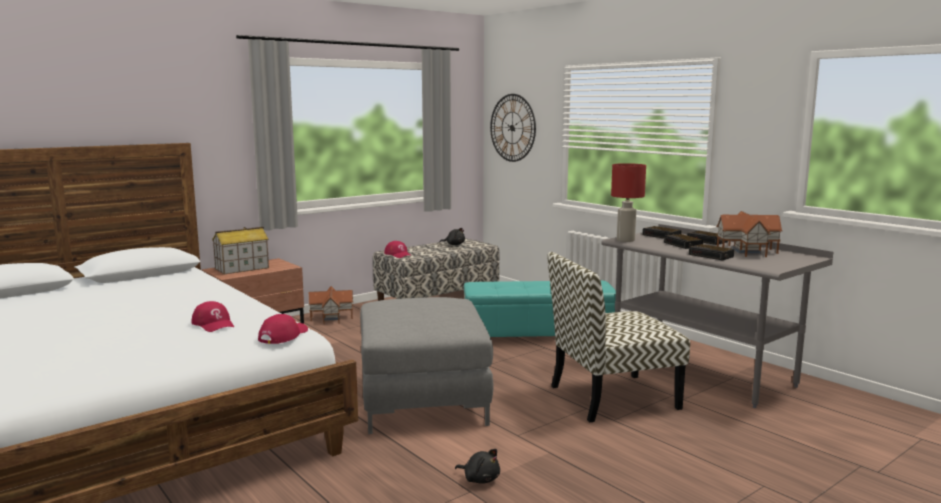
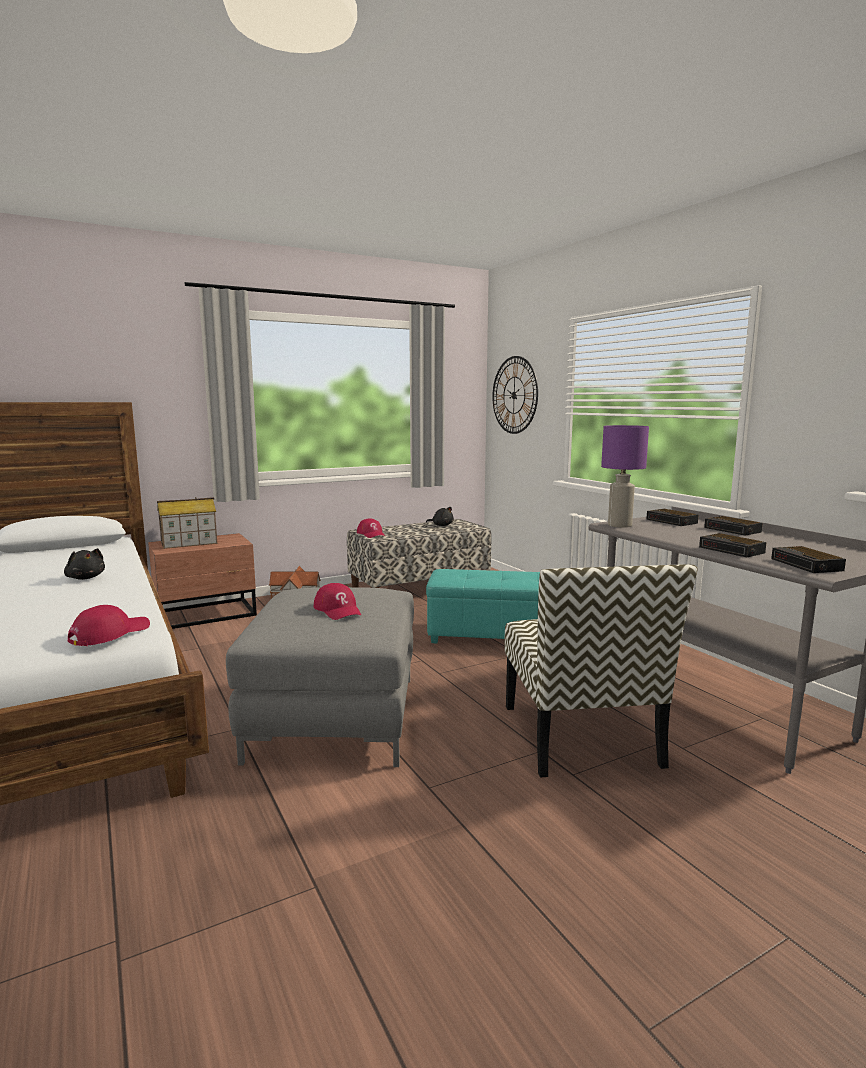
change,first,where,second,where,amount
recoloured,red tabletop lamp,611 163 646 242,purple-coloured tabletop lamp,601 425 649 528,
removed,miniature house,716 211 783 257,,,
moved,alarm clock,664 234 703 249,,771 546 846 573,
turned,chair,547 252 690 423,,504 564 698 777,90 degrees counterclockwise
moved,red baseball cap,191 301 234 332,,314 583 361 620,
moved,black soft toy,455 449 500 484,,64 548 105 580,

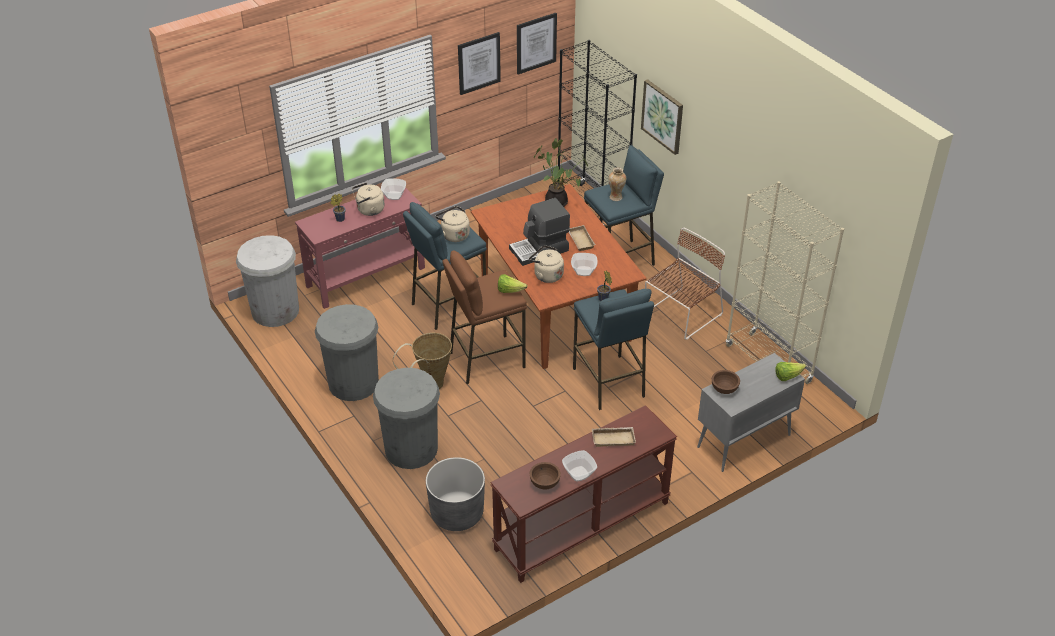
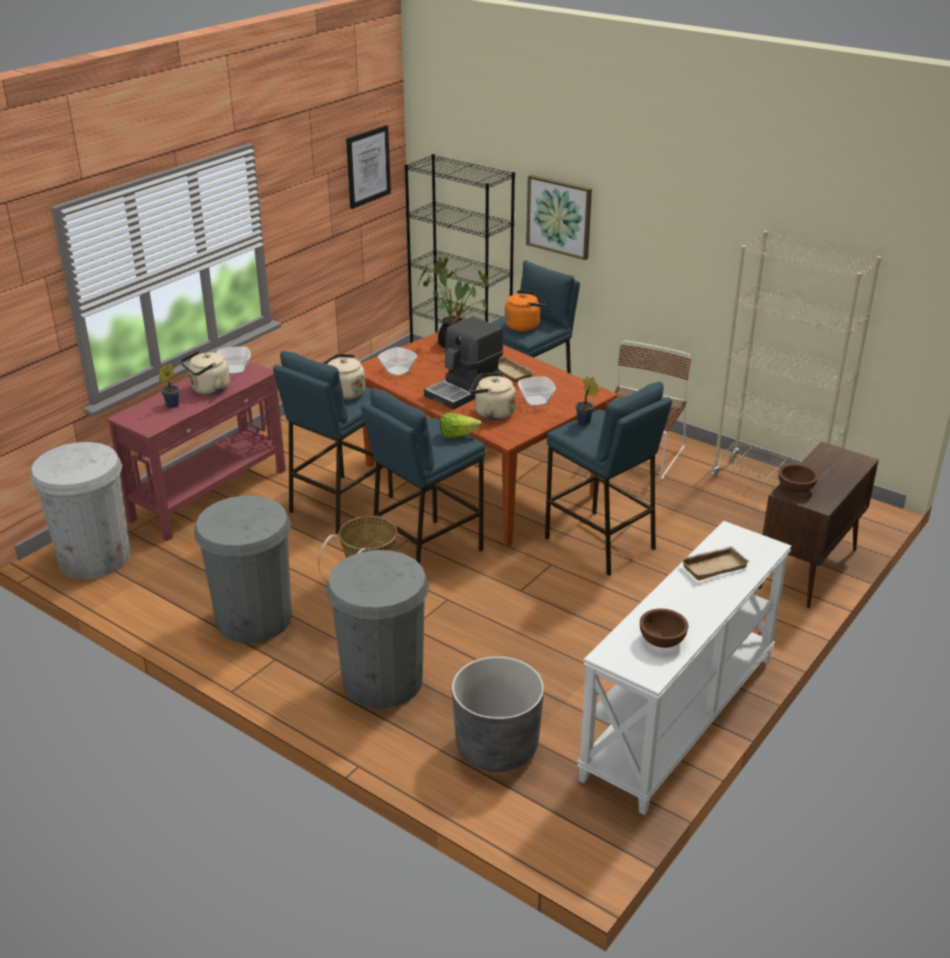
change,first,where,second,where,amount
removed,wall art,458 32 501 95,,,
replaced,vase,609 167 626 201,orangey water kettle,505 290 546 332,
recoloured,brownish stool seat,442 250 527 384,blue-coloured stool seat,361 389 486 564,
recoloured,grey cabinet,697 353 805 472,brownish cabinet,759 442 879 608,
removed,lettuce,775 362 806 381,,,
recoloured,brownish hall table,490 405 677 583,white hall table,577 521 792 815,
moved,bowl,562 450 597 482,,378 347 417 376,

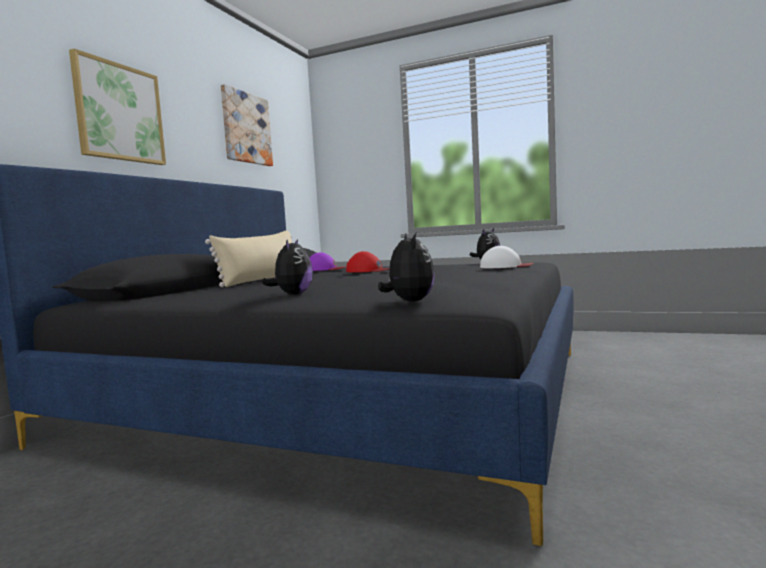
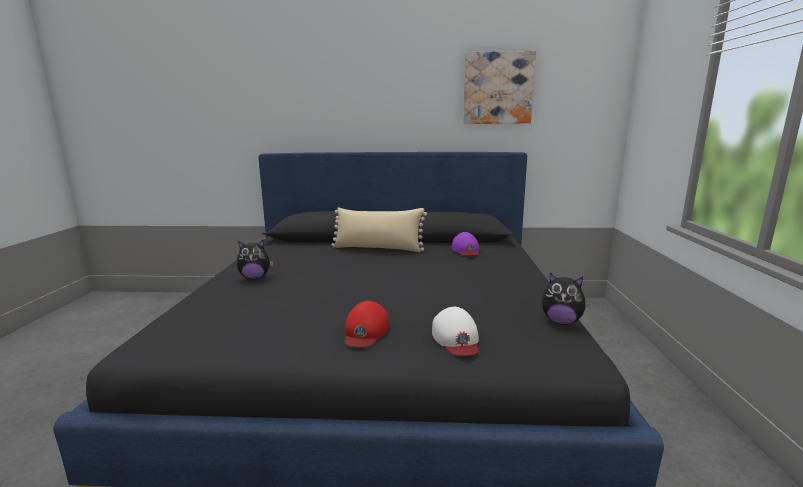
change,first,where,second,where,amount
removed,wall art,69 49 166 165,,,
removed,soft toy,378 233 435 302,,,
moved,red baseball cap,346 251 390 273,,345 301 389 347,

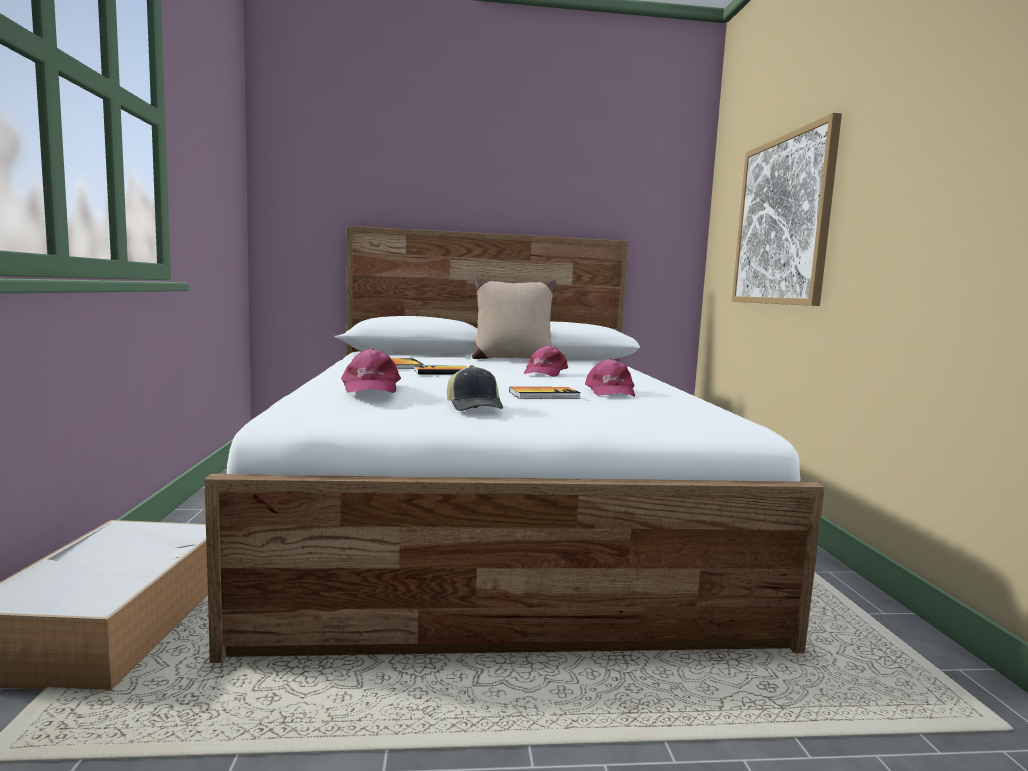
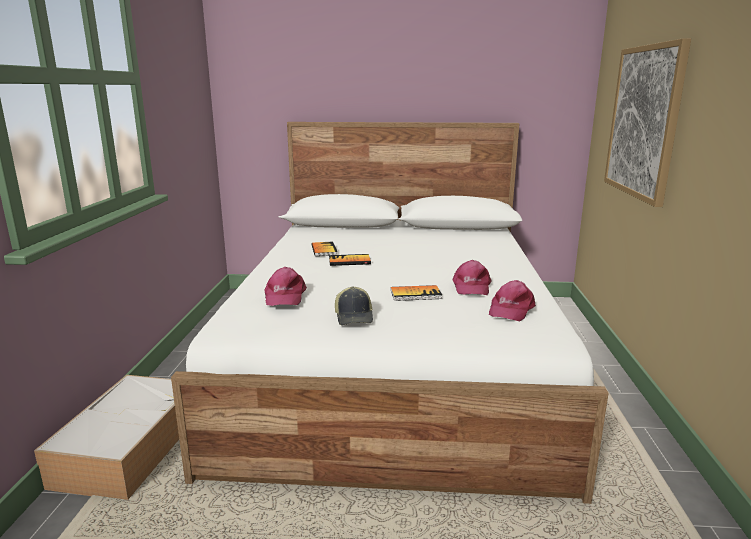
change,first,where,second,where,amount
removed,sand-coloured pillow,472 277 556 359,,,
moved,pink baseball cap,524 345 568 377,,489 280 536 321,

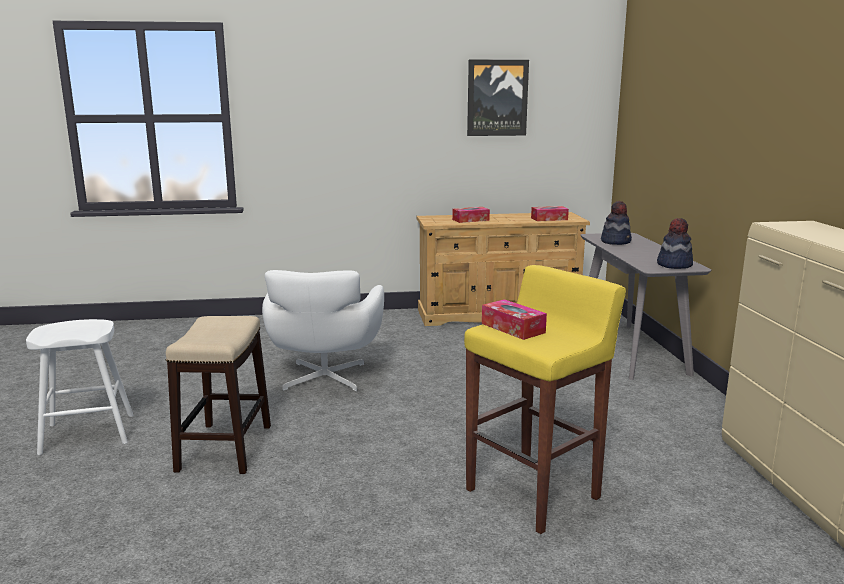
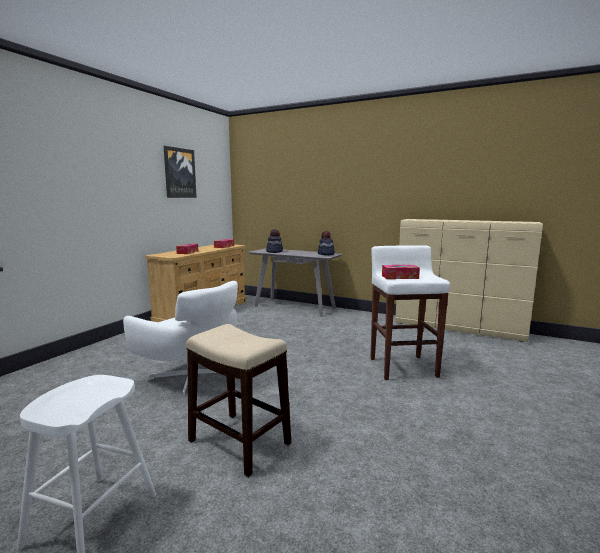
change,first,where,second,where,amount
recoloured,yellow stool seat,464 265 626 534,white stool seat,370 245 450 380,

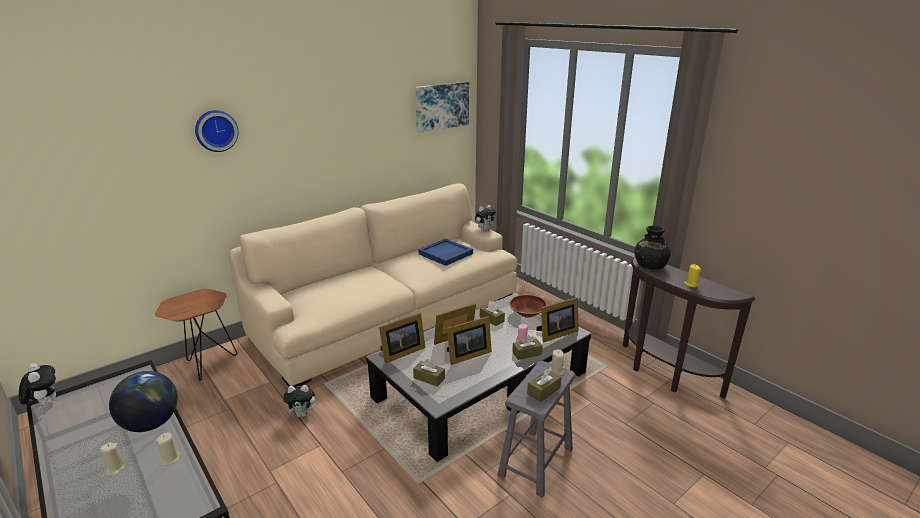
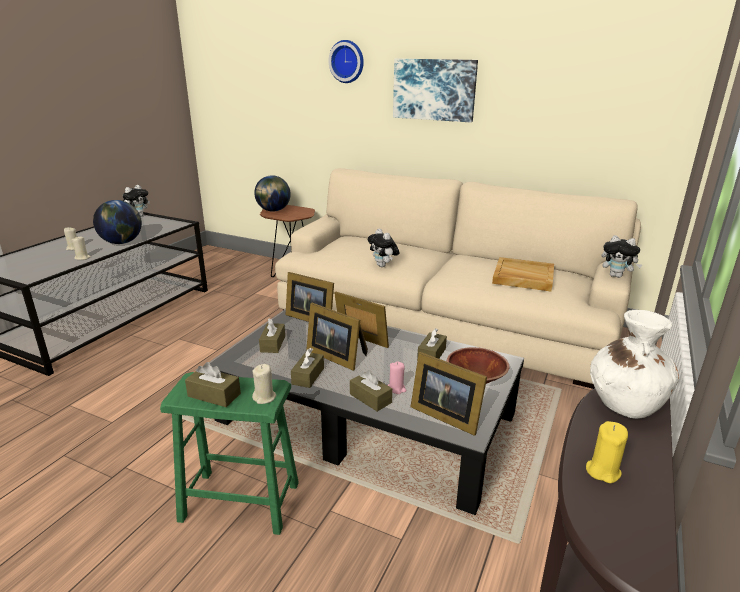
change,first,where,second,where,amount
moved,wall art,415 82 469 133,,393 59 478 123,
recoloured,black vase,634 226 671 270,white vase,590 310 679 419,
recoloured,blue-coloured carrying tray,418 239 473 266,sand-coloured carrying tray,492 257 554 291,
recoloured,grey stool seat,497 361 576 498,green-coloured stool seat,160 372 299 535,
moved,soft toy,283 385 319 417,,368 228 399 267,
added,,,globe,254 175 291 212,
added,,,brownish tissue holder,291 348 324 388,

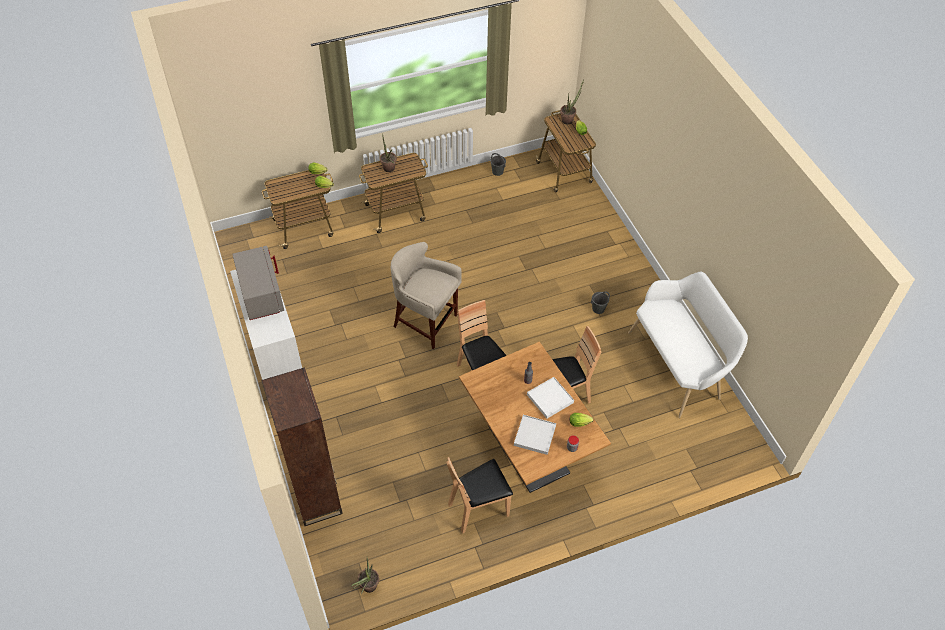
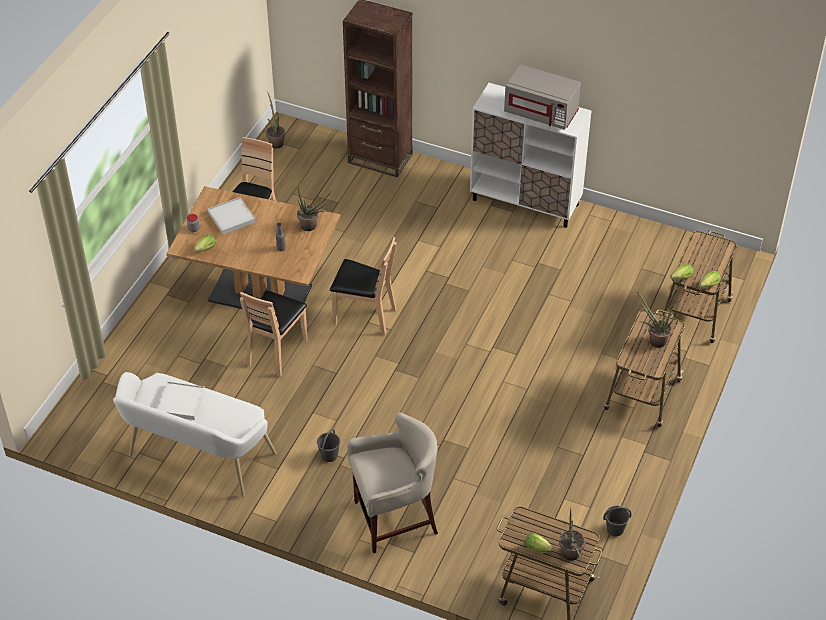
change,first,where,second,where,amount
moved,sand-coloured stool seat,391 242 461 349,,347 412 438 553,
moved,white carrying tray,527 377 574 419,,157 381 205 420,
added,,,plant in a pot,297 188 331 231,

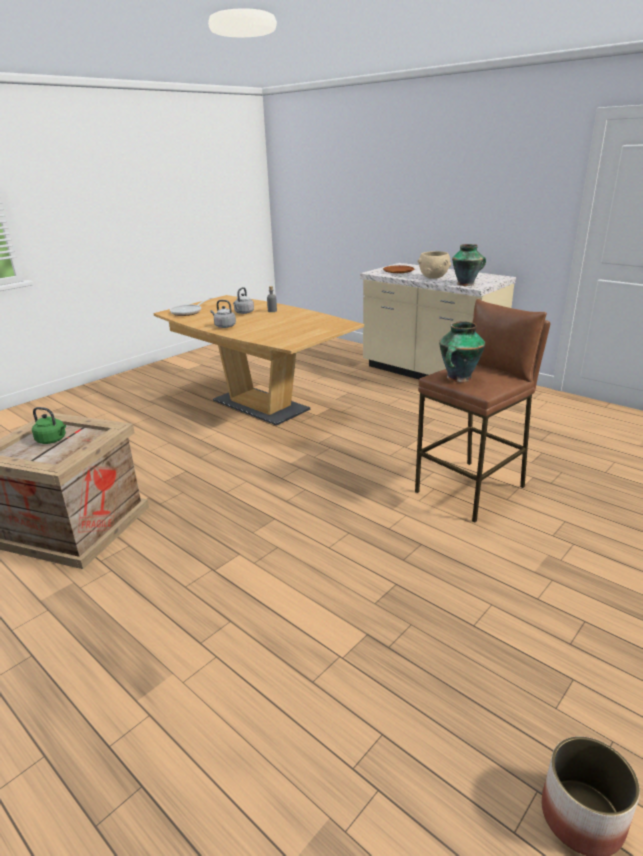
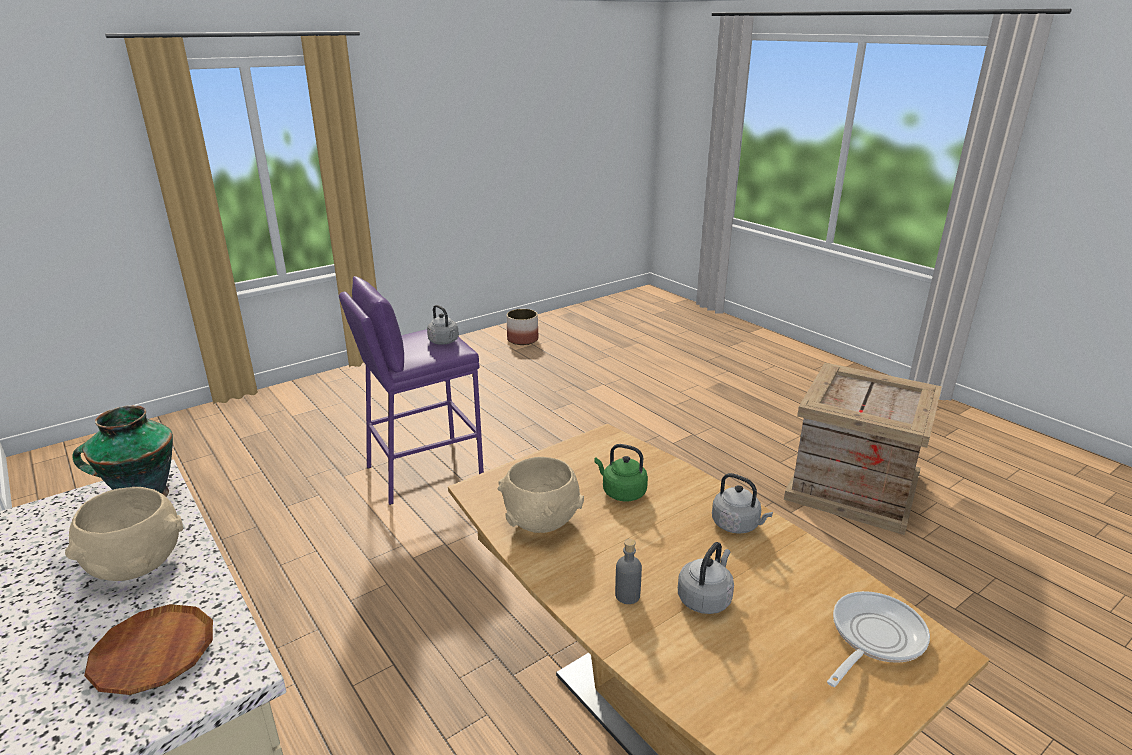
change,first,where,second,where,amount
recoloured,brownish stool seat,415 299 550 523,purple-coloured stool seat,339 276 484 505,
replaced,vase,439 321 485 382,grey water kettle,427 305 459 345,
moved,green-coloured water kettle,32 407 66 444,,594 444 648 501,
added,,,sand-coloured bowl,497 457 584 533,

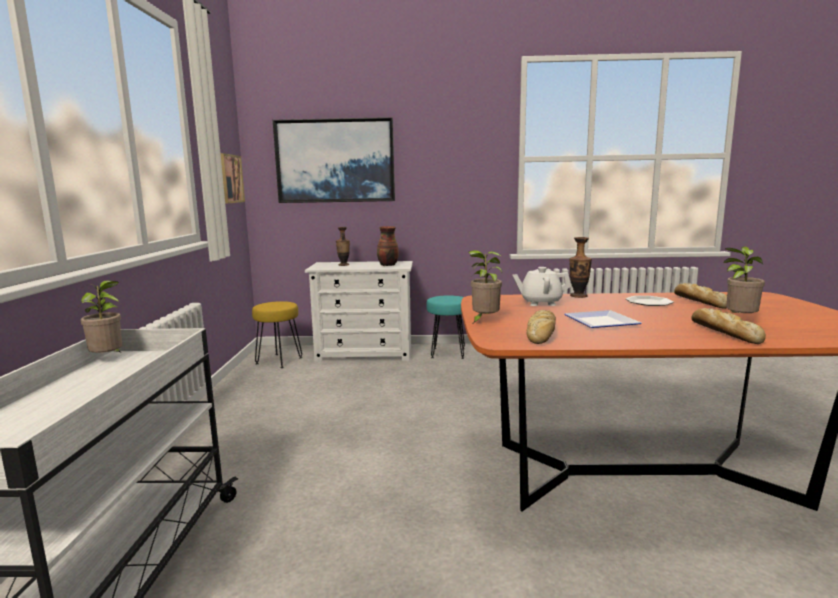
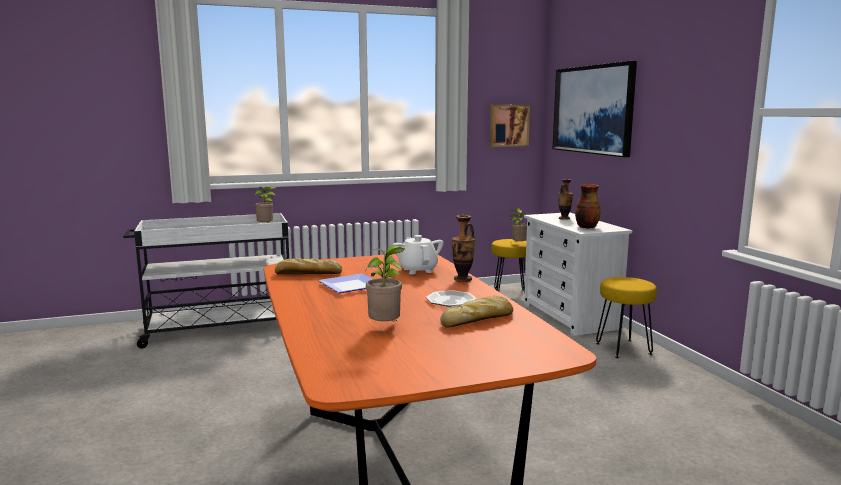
change,first,where,second,where,amount
moved,plant in a pot,468 250 502 324,,510 208 527 241,
recoloured,turquoise-coloured stool seat,426 295 465 359,yellow stool seat,596 277 657 358,
removed,bread,691 308 766 344,,,

